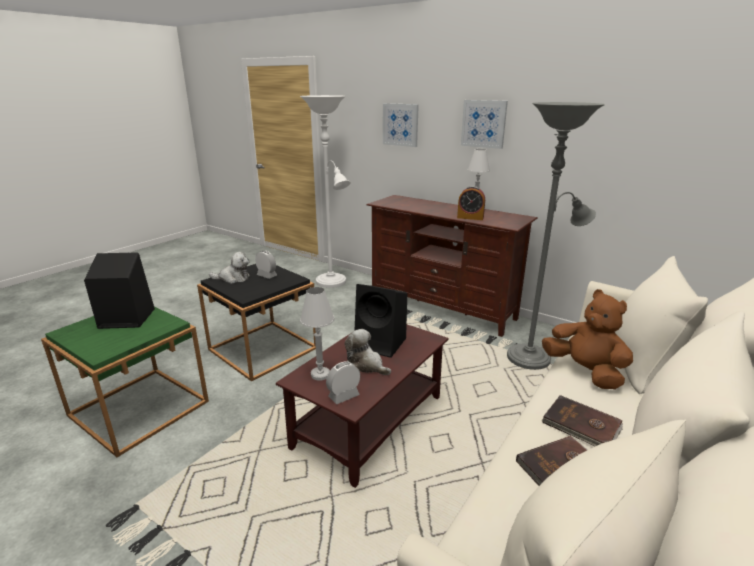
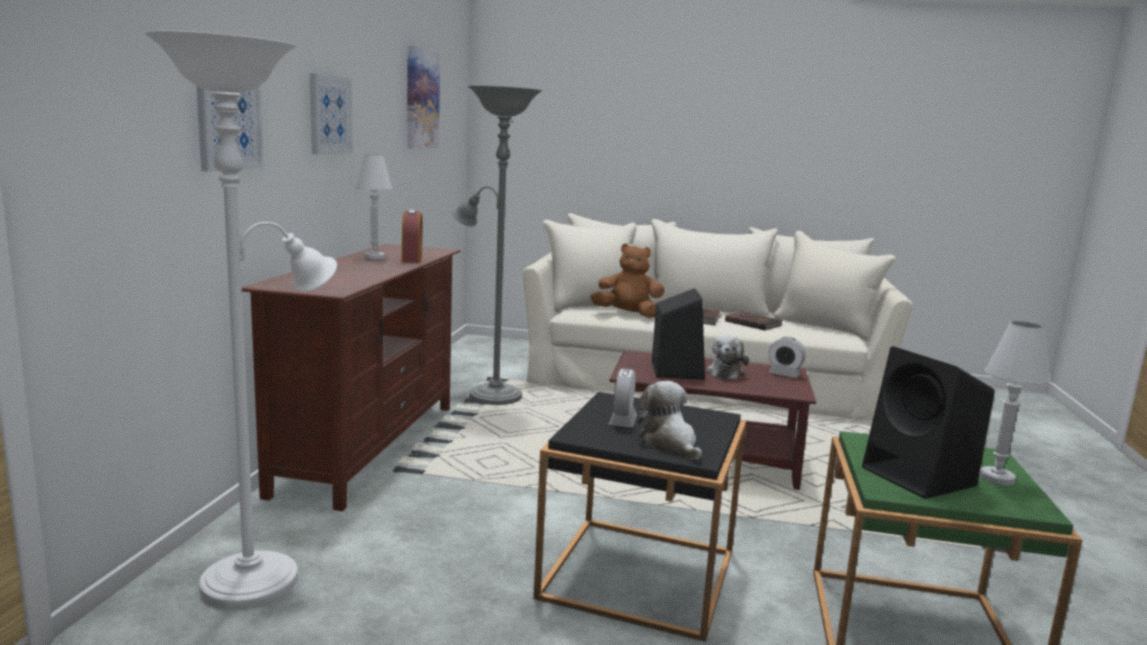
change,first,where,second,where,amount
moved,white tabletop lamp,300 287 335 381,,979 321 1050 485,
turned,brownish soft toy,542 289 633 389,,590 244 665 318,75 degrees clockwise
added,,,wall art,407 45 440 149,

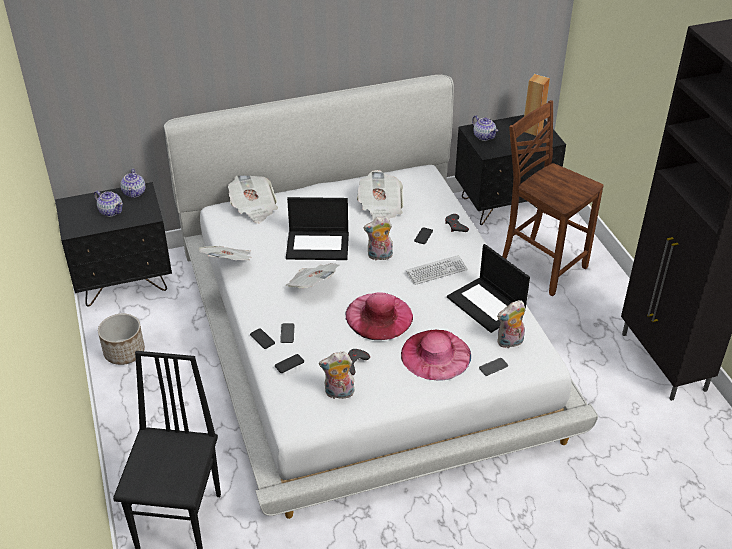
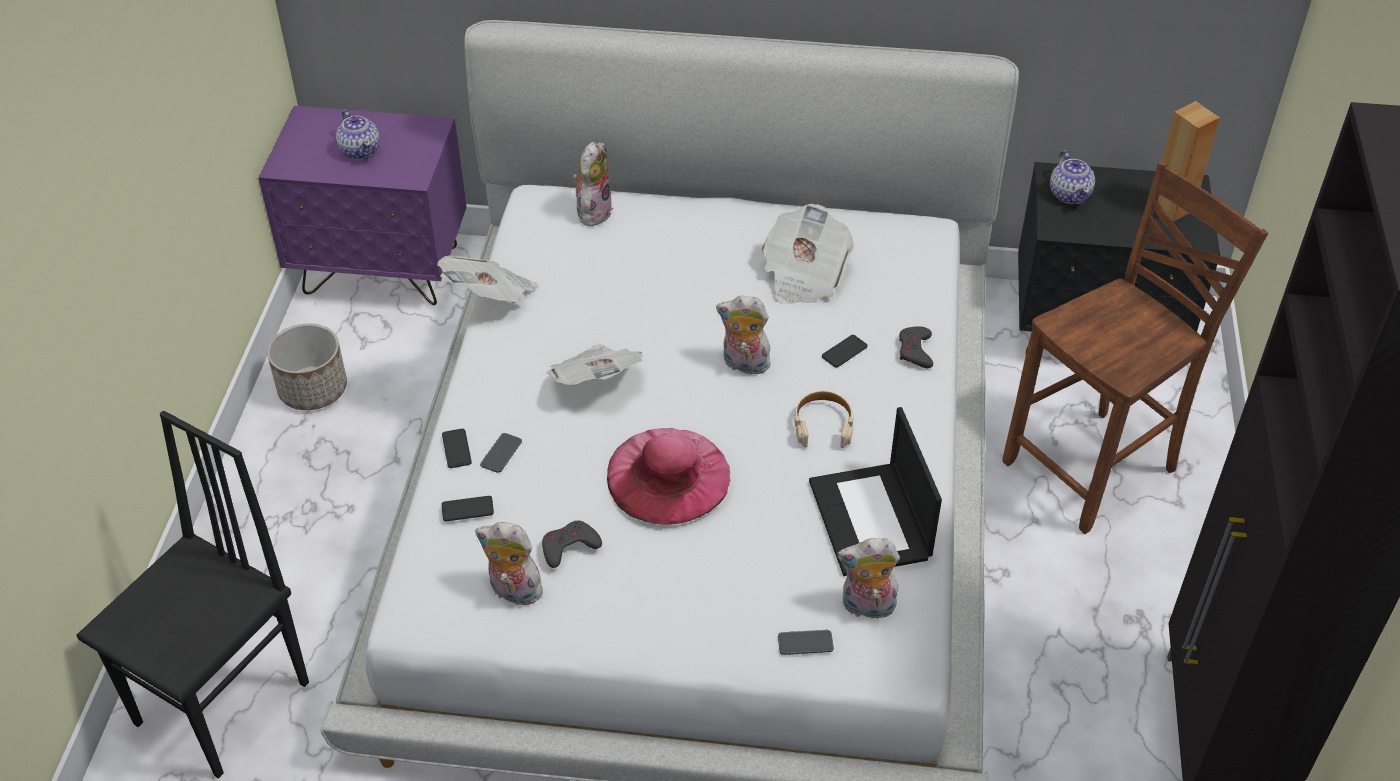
change,first,where,second,where,amount
turned,brownish chair,502 100 604 296,,1002 161 1268 534,75 degrees clockwise
removed,pot for tea,121 169 145 198,,,
replaced,printed paper,228 176 278 223,soft toy,573 142 613 226,
recoloured,black night table,55 182 172 306,purple-coloured night table,258 106 467 305,
removed,notebook computer,286 197 349 260,,,
replaced,PC keyboard,406 255 468 285,sand-coloured headphones,794 391 854 448,
removed,pink clothing hat,401 330 471 381,,,

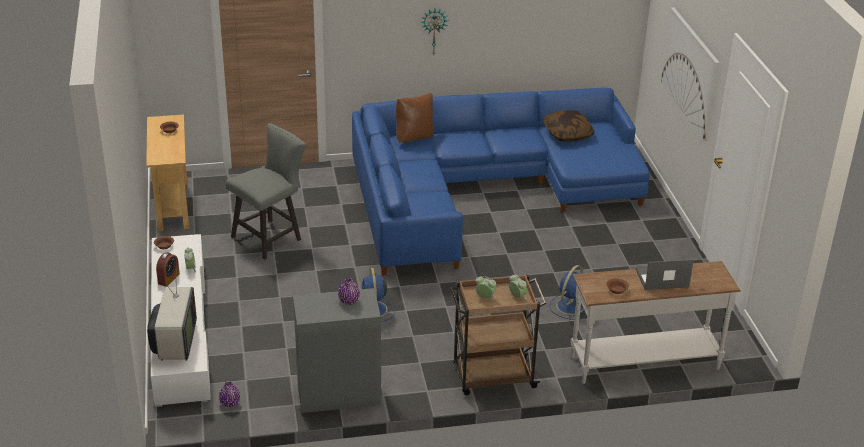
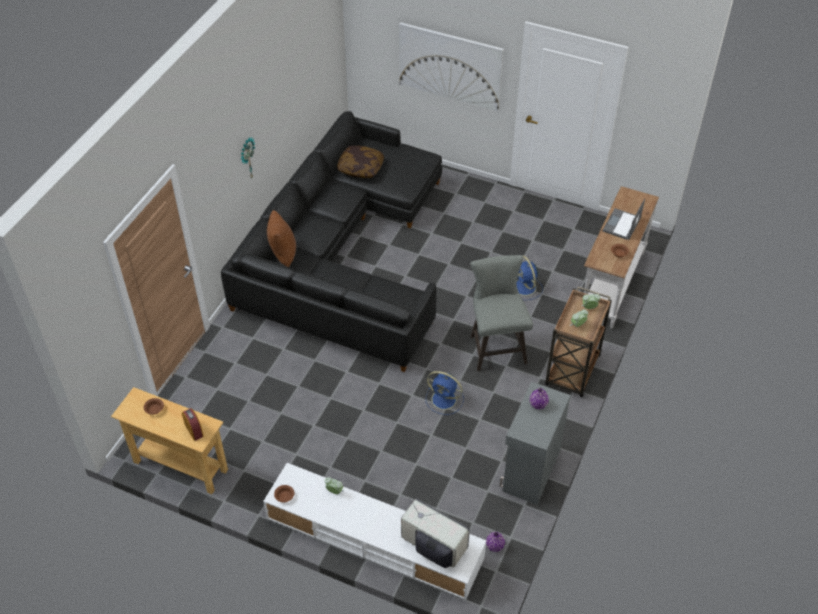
change,first,where,second,where,amount
recoloured,blue-coloured sofa,352 88 650 276,black sofa,221 111 442 372,
moved,grey stool seat,226 123 306 260,,470 255 533 371,
moved,alarm clock,156 252 180 287,,182 408 203 441,

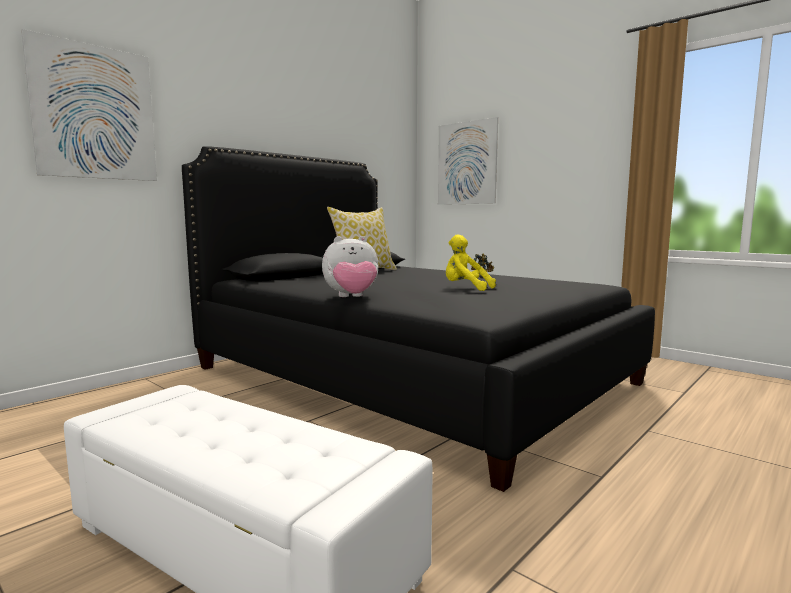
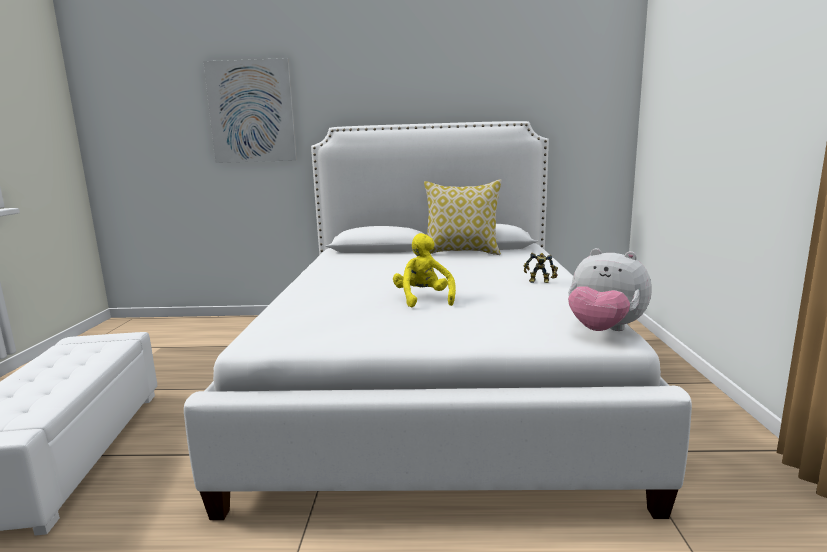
change,first,where,second,where,amount
removed,wall art,438 117 498 205,,,
recoloured,black bedroom bed,182 146 655 492,white bedroom bed,184 121 692 520,
moved,soft toy,322 236 379 297,,568 248 652 331,

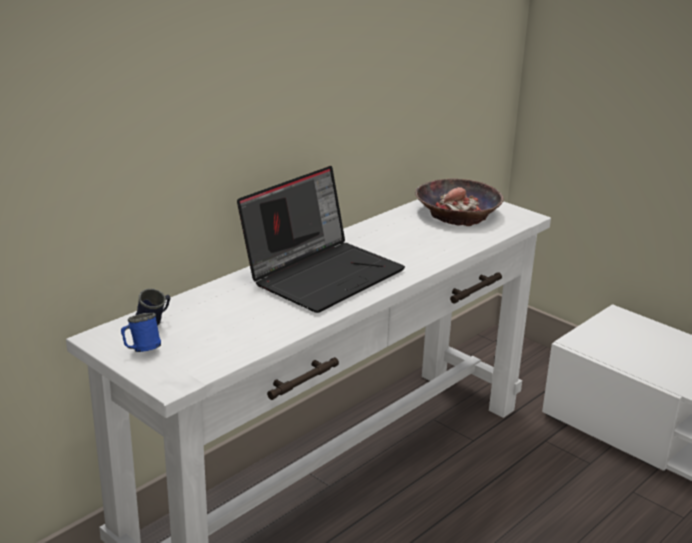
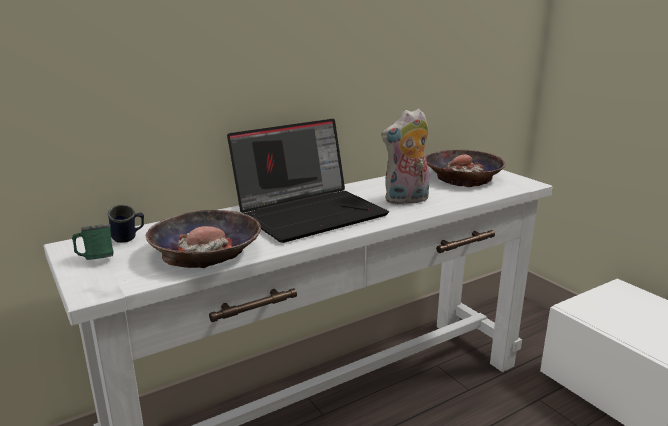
change,first,where,second,where,amount
recoloured,blue-coloured tea mug,121 313 161 352,green-coloured tea mug,72 224 114 260,
added,,,soft toy,381 108 430 205,
added,,,bowl,145 210 261 268,

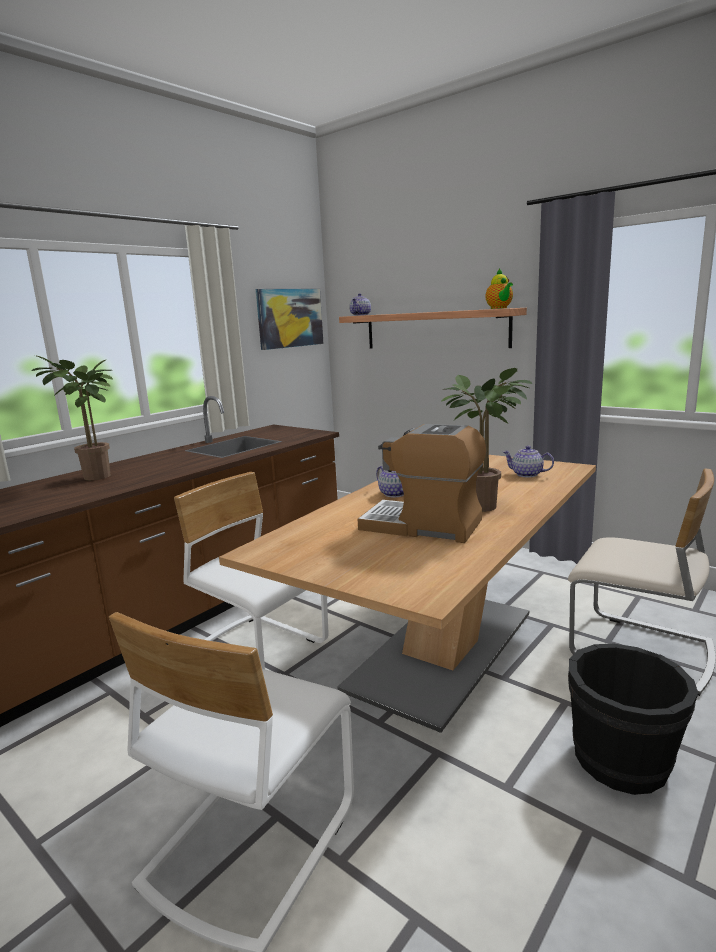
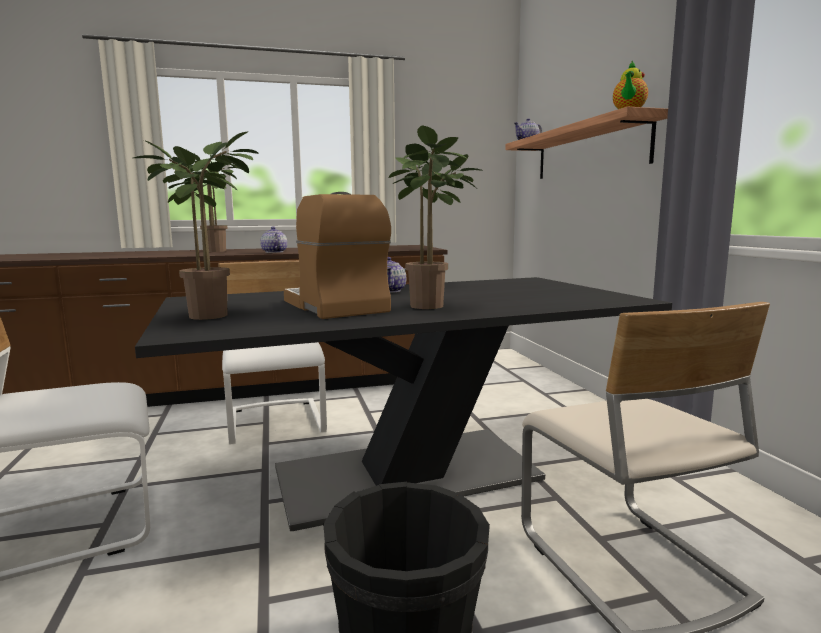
change,first,where,second,where,amount
removed,wall art,256 289 324 350,,,
moved,pot for tea,503 446 554 477,,260 226 287 253,
recoloured,sand-coloured kitchen table,219 455 596 733,black kitchen table,135 277 672 531,
added,,,plant in a pot,133 131 259 320,

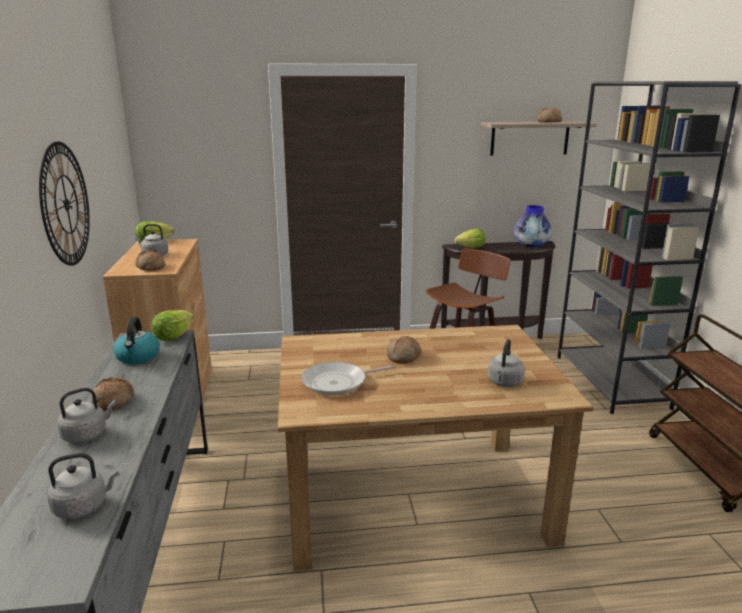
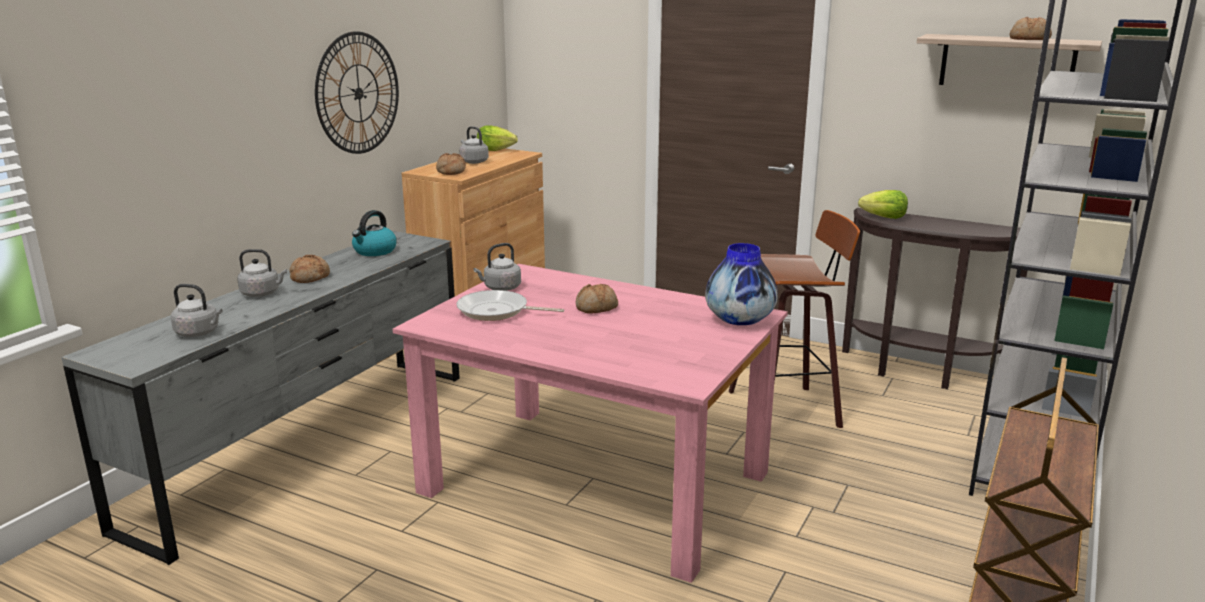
change,first,where,second,where,amount
moved,vase,514 205 552 247,,705 243 778 325,
removed,lettuce,151 310 194 341,,,
recoloured,brownish kitchen table,278 325 594 571,pink kitchen table,392 264 788 583,
moved,grey water kettle,488 339 525 387,,473 243 521 291,

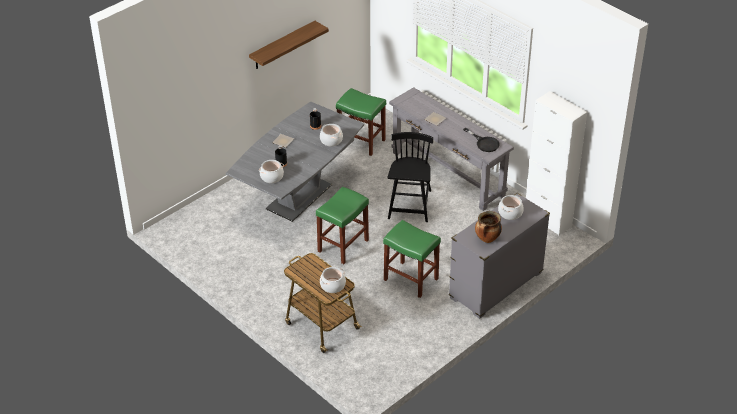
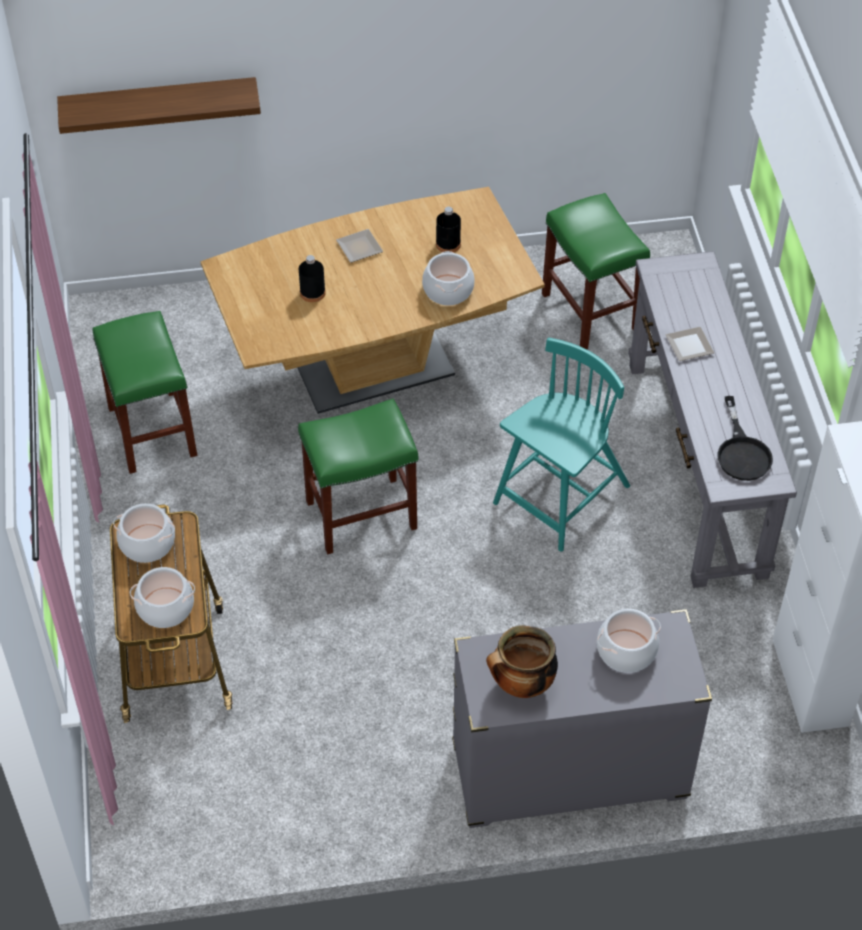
change,first,where,second,where,amount
moved,wall shelf,249 21 329 69,,57 77 261 134,
recoloured,grey kitchen table,226 102 364 222,brownish kitchen table,200 187 545 414,
recoloured,black chair,388 132 433 222,turquoise-coloured chair,493 338 630 551,
moved,cooking pot,259 160 284 183,,113 503 175 563,
moved,green-coloured stool seat,383 220 441 298,,93 311 197 474,

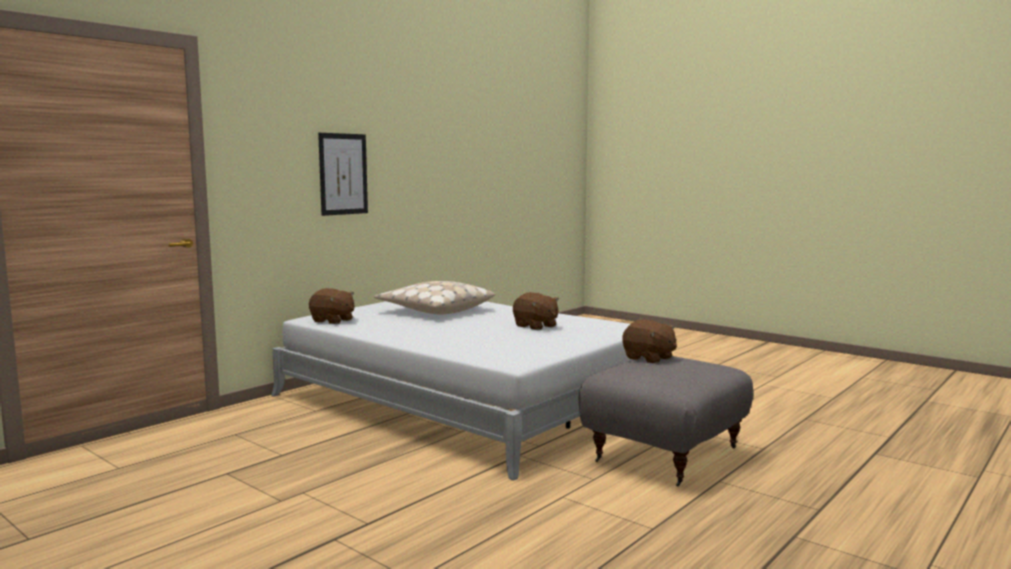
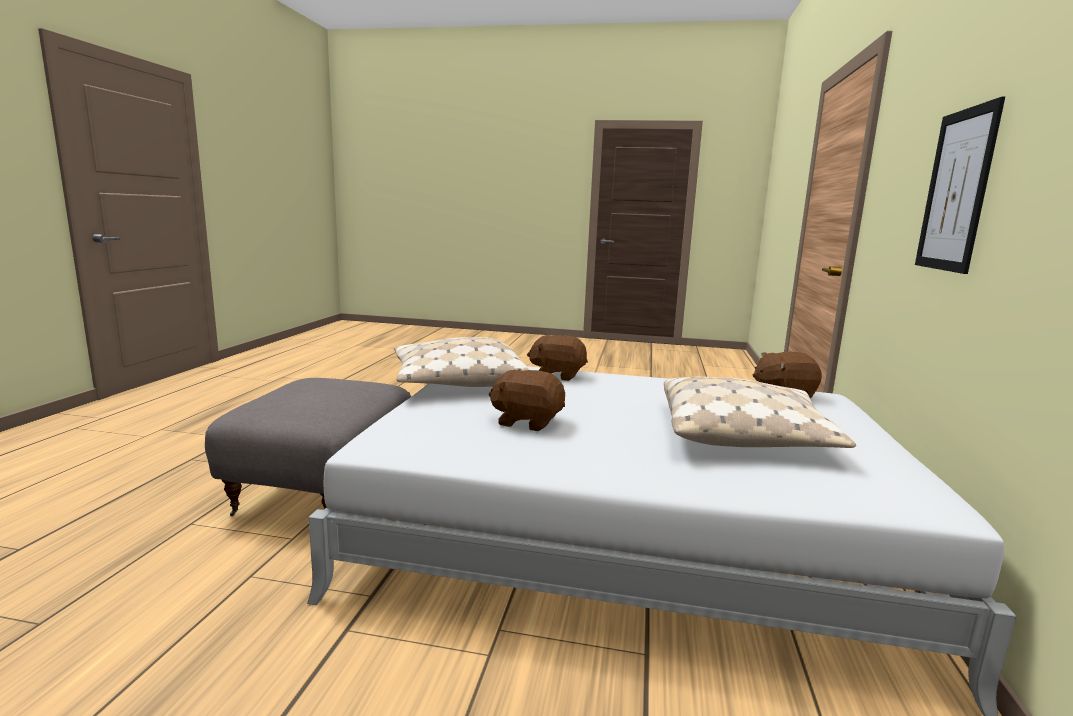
change,first,where,second,where,amount
moved,brownish soft toy,622 320 677 363,,527 335 588 381,
added,,,sand-coloured pillow,394 337 529 387,

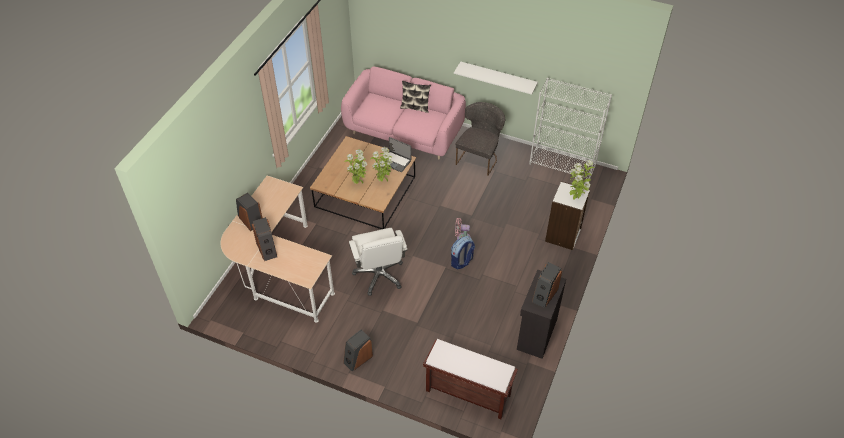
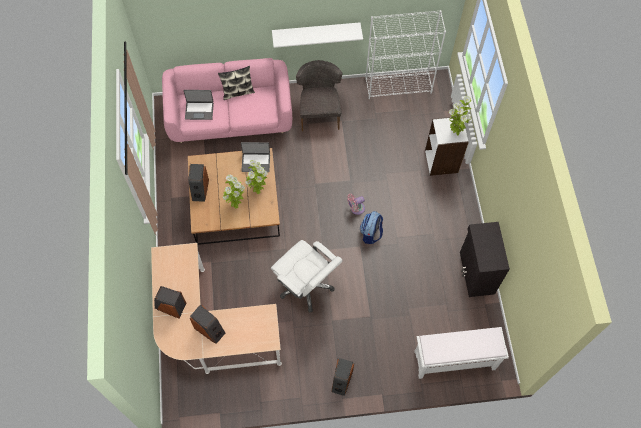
change,first,where,second,where,amount
moved,audio speaker,532 262 562 308,,188 164 209 202,
recoloured,brownish indoor bench,423 339 518 419,white indoor bench,414 327 509 379,
added,,,notebook computer,184 90 214 120,

